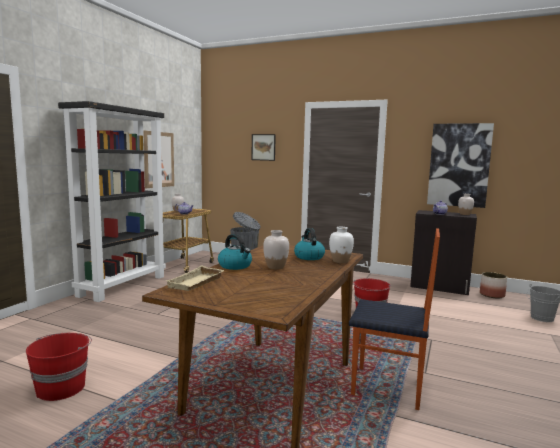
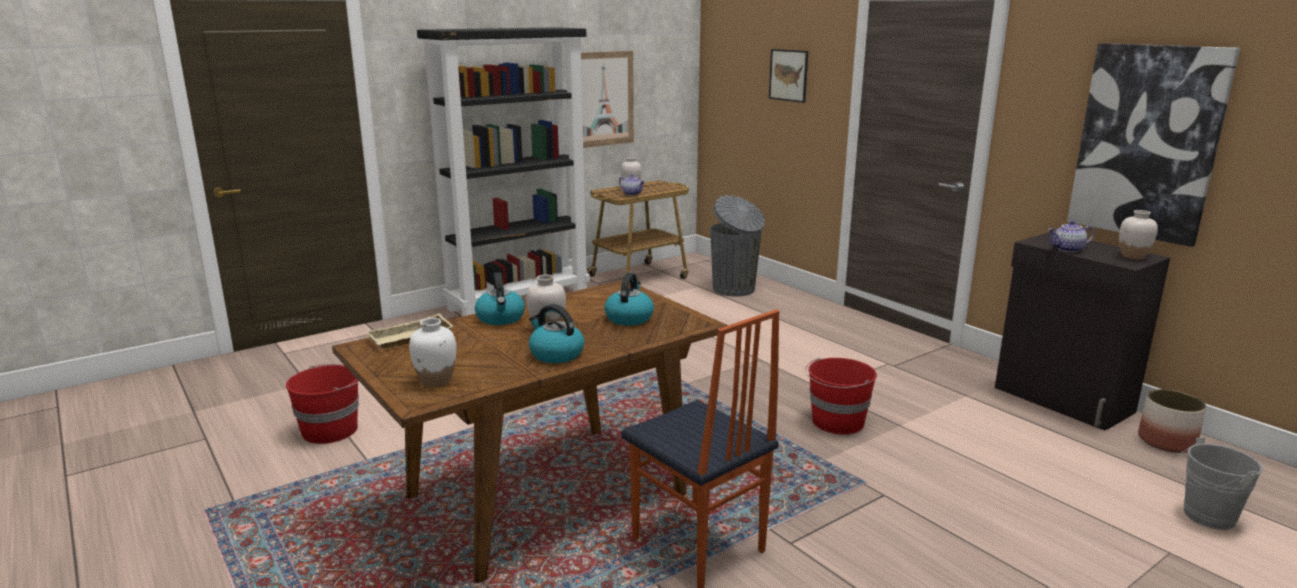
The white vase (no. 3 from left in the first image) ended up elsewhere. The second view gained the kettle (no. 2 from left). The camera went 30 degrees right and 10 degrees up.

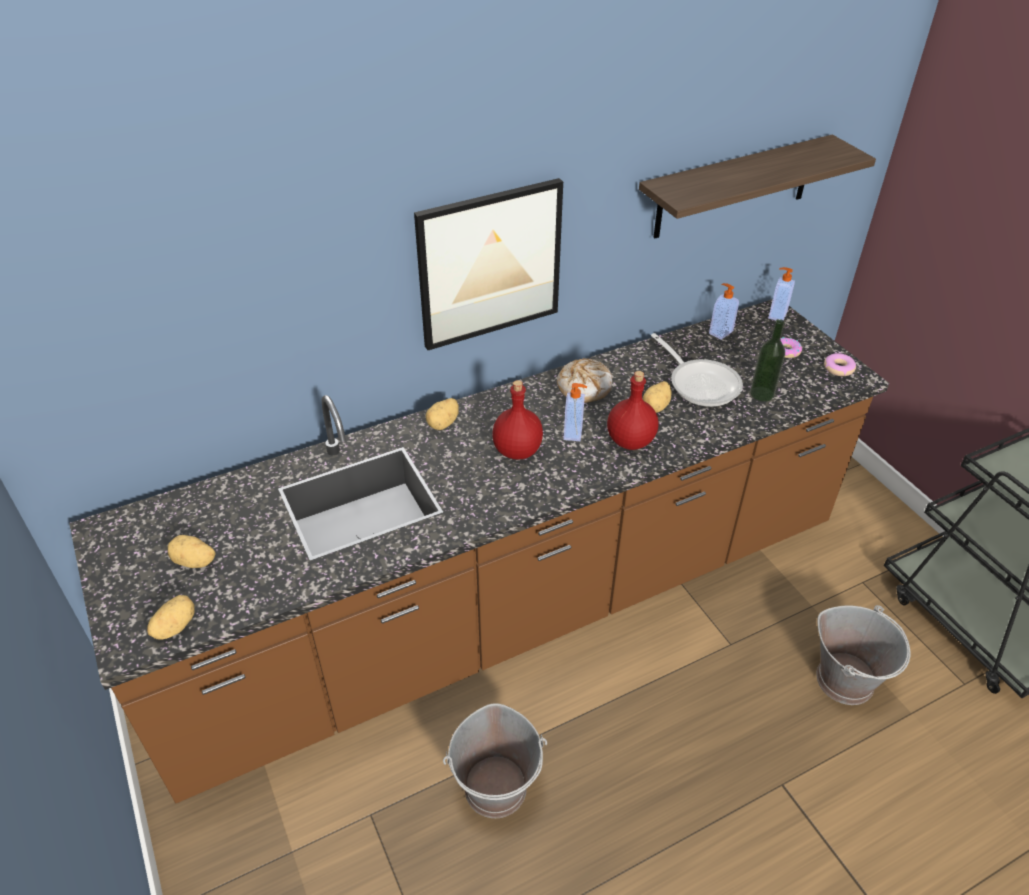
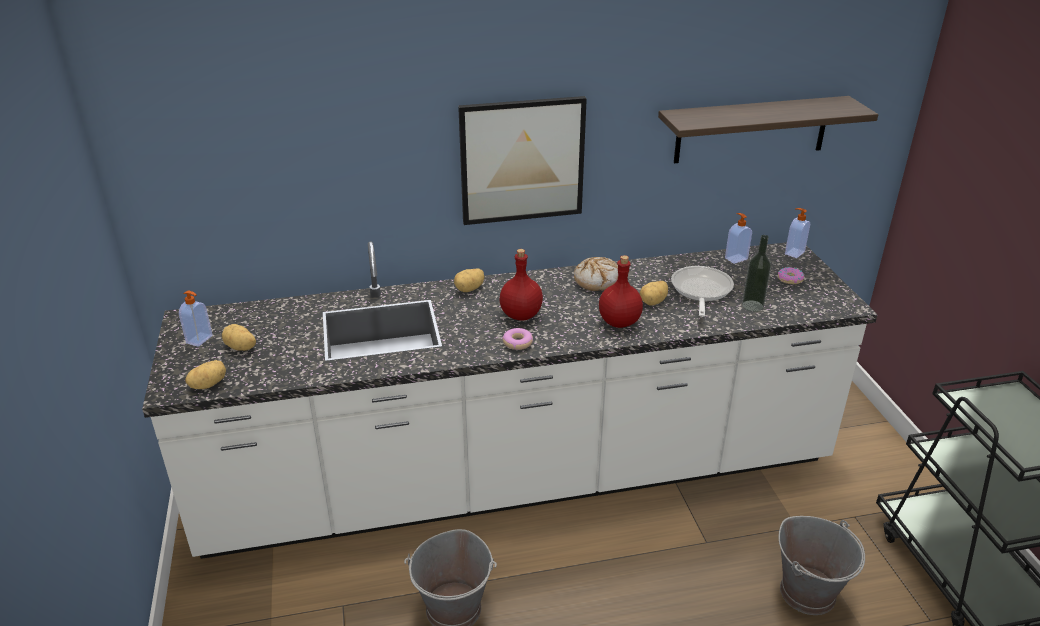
What was the brown counter turned into the white counter. The soap dispenser (no. 1 from left) ended up elsewhere. The donut (no. 2 from left in the first image) ended up elsewhere. The frying pan ended up facing another way, 150 degrees counterclockwise from before. The camera went 15 degrees right and 10 degrees down.

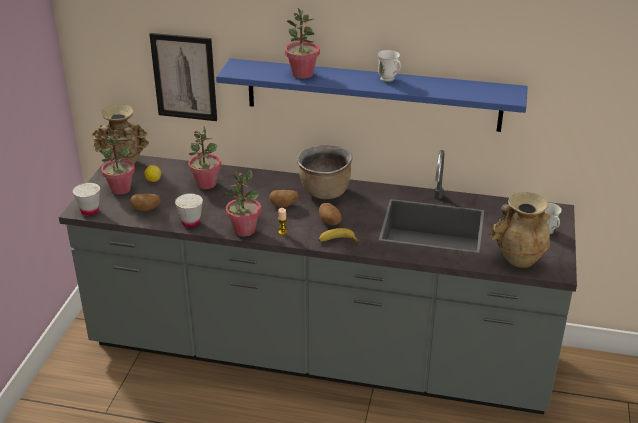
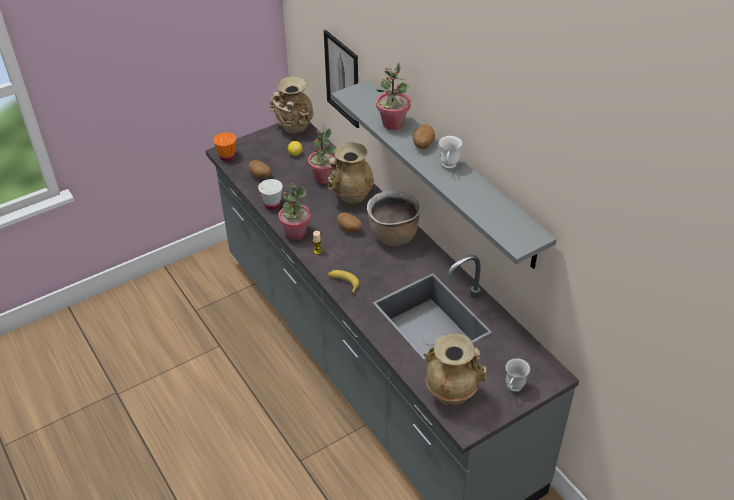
What was the white cup (no. 1 from left) turned into the orange cup. The second view gained the beige vase (no. 2 from left). What was the blue shelf turned into the grey shelf. The potato (no. 3 from left) ended up elsewhere. The second view lost the potted plant (no. 1 from left). The camera went 45 degrees right and 10 degrees up.

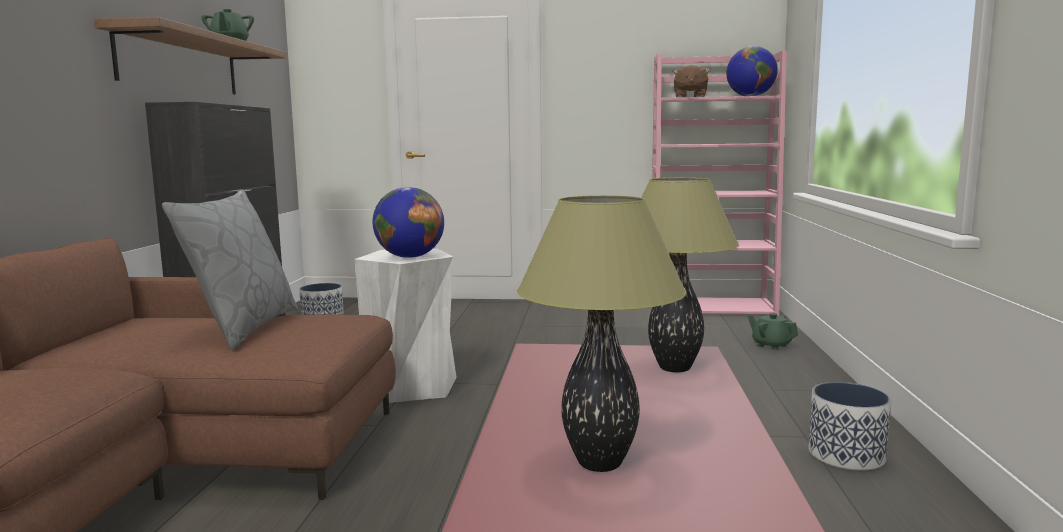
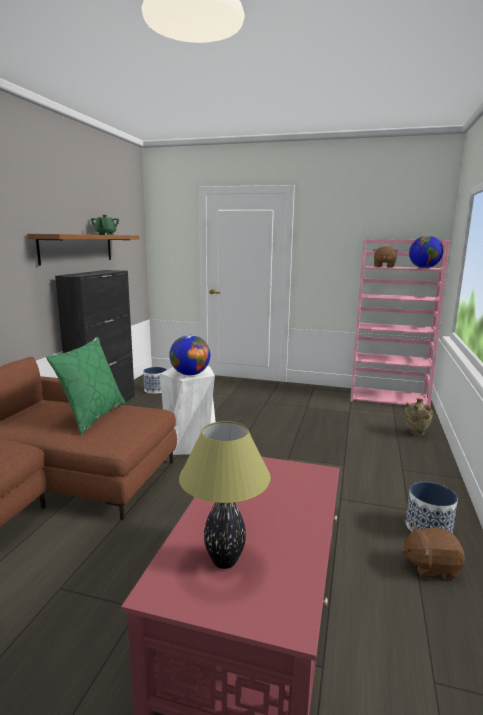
What was the grey pillow turned into the green pillow. The second view gained the brown plush toy (no. 2 from left). Where the green teapot (no. 2 from left) stood, the beige vase came to stand. The second view lost the table lamp (no. 2 from left). The camera went 10 degrees right and 5 degrees up.

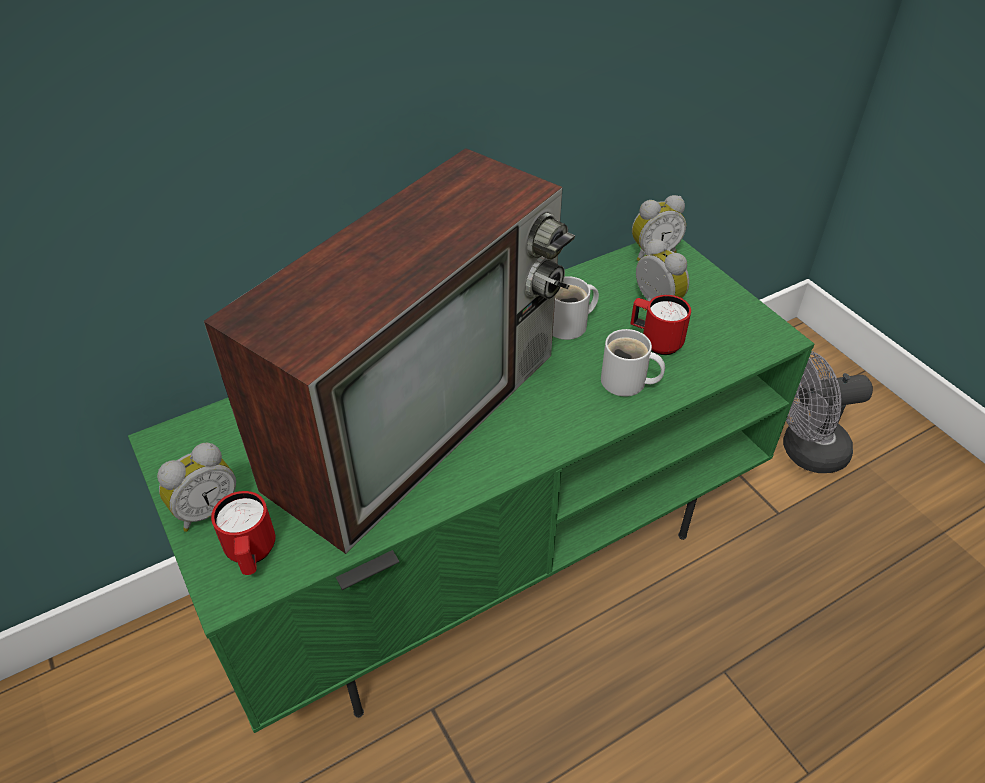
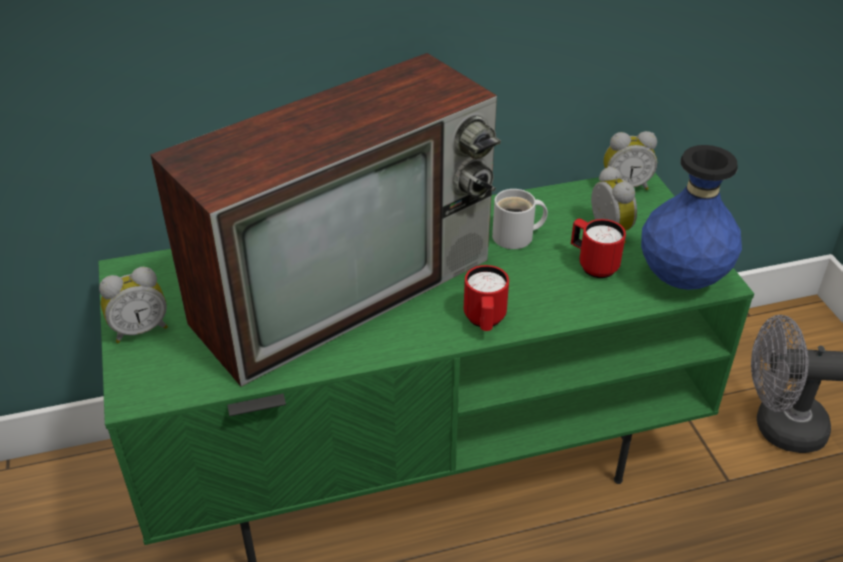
The red mug (no. 1 from left) ended up elsewhere. The second view gained the blue vase. The second view lost the white mug (no. 2 from left). The camera went 15 degrees right and 5 degrees down.

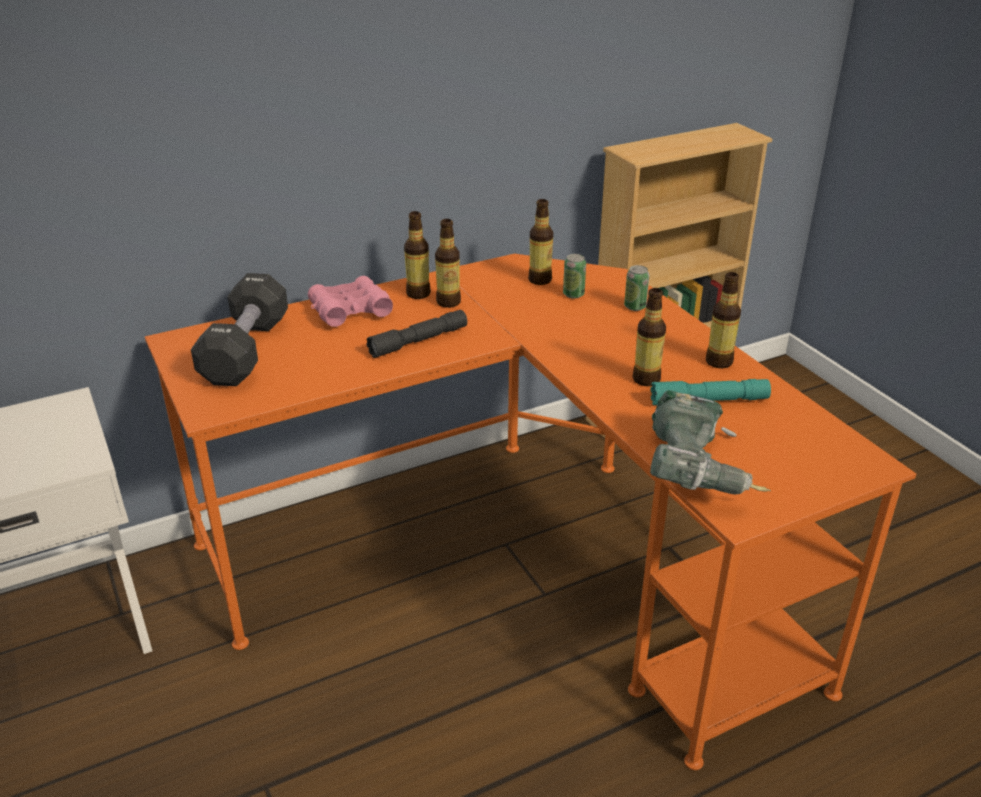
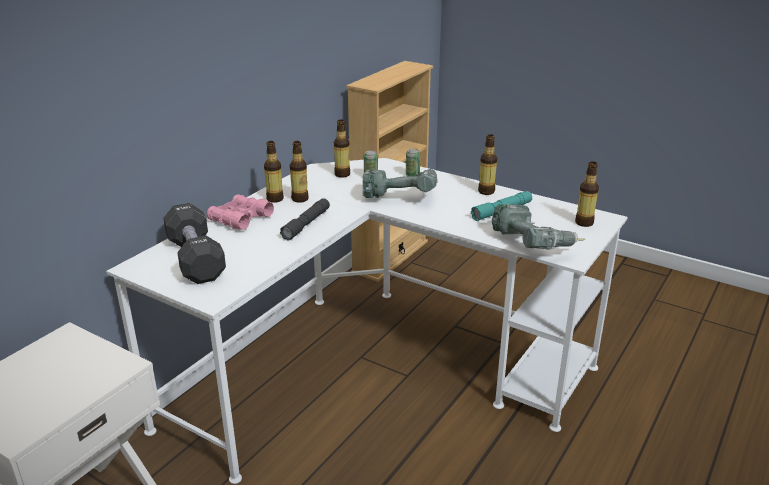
What was the orange desk turned into the white desk. The second view gained the power drill (no. 1 from left). The bottle (no. 4 from left in the first image) ended up elsewhere. The camera went 30 degrees left and 5 degrees down.

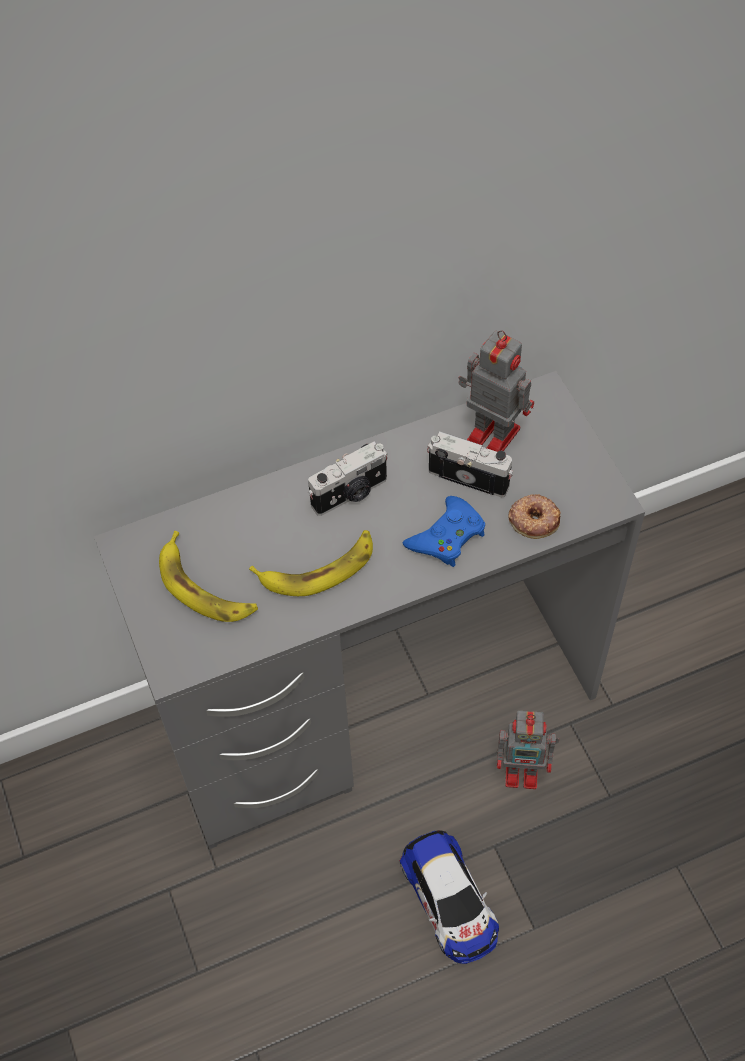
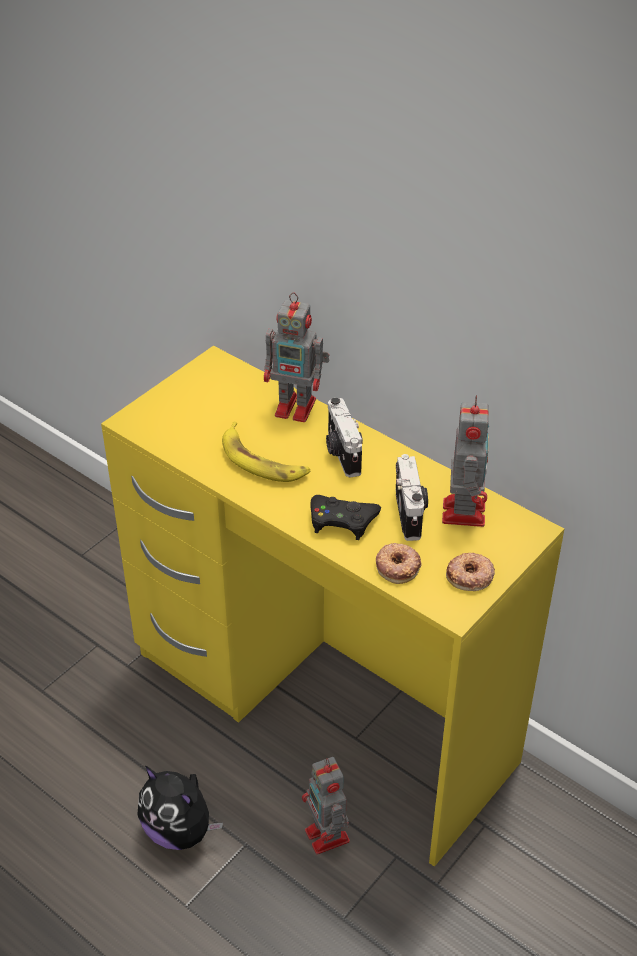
What was the grey desk turned into the yellow desk. Where the toy car stood, the plush toy came to stand. The second view gained the toy robot (no. 1 from left). What was the blue game controller turned into the black game controller. The photo camera (no. 1 from left) ended up facing another way, 45 degrees clockwise from before. The second view gained the donut (no. 2 from left). The second view lost the banana (no. 1 from left). The camera went 60 degrees right and 15 degrees down.

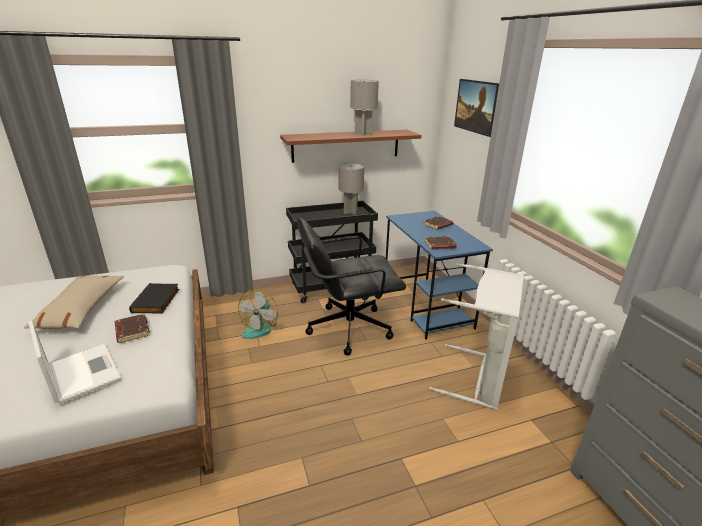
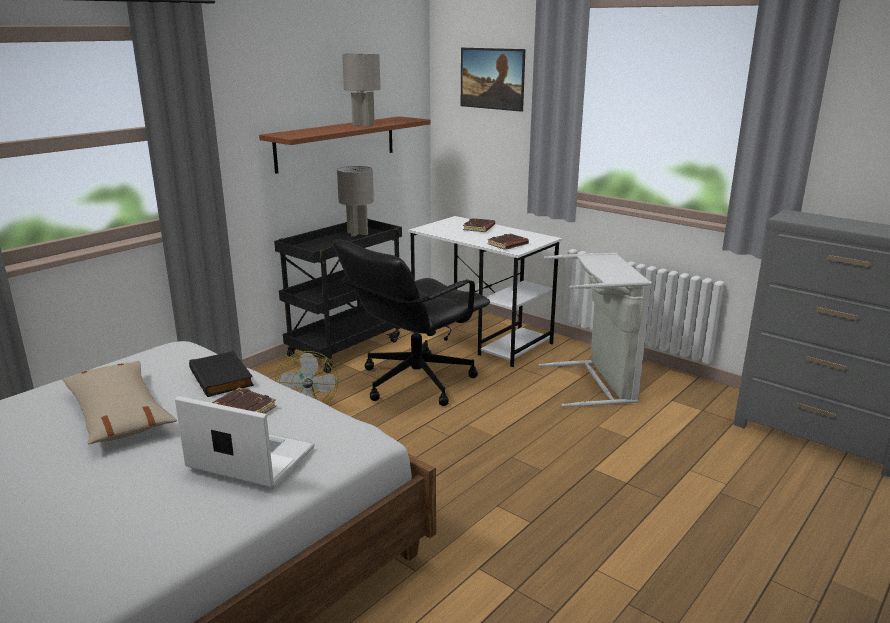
What was the blue desk turned into the white desk. The camera went 30 degrees left and 5 degrees down.

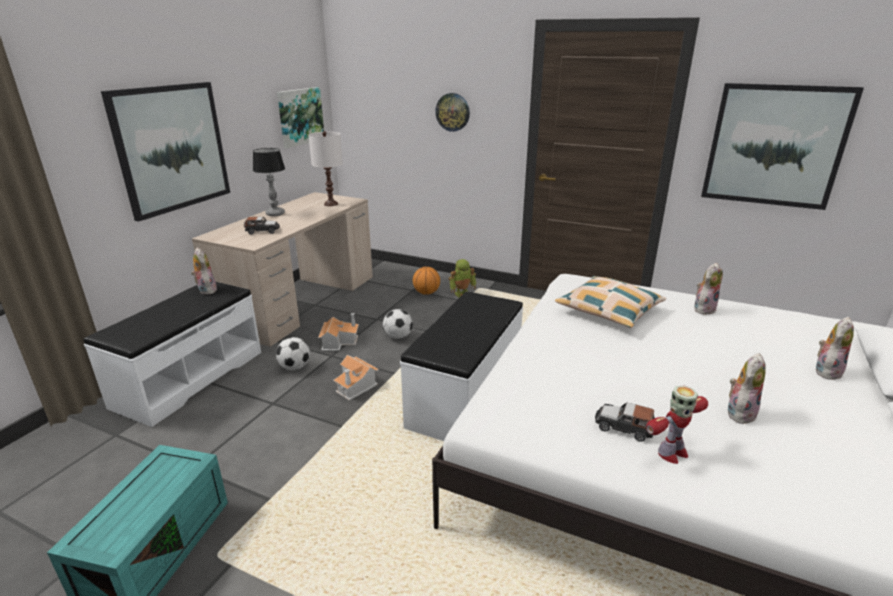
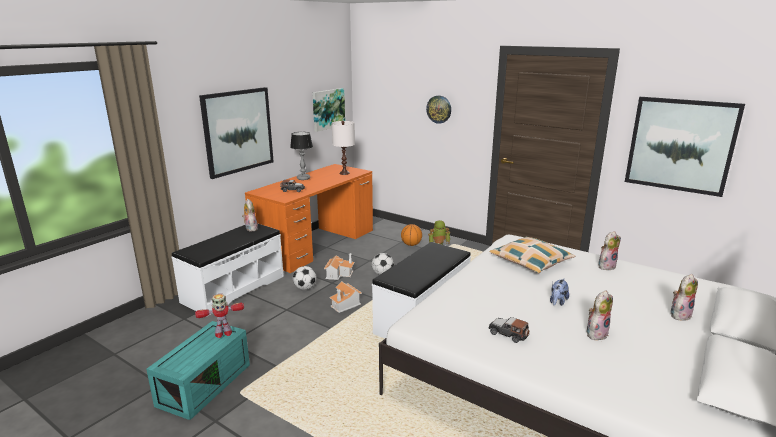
The toy robot (no. 2 from left in the first image) ended up elsewhere. What was the beige desk turned into the orange desk. The second view gained the plush toy (no. 2 from left). The camera went 10 degrees right and 5 degrees down.

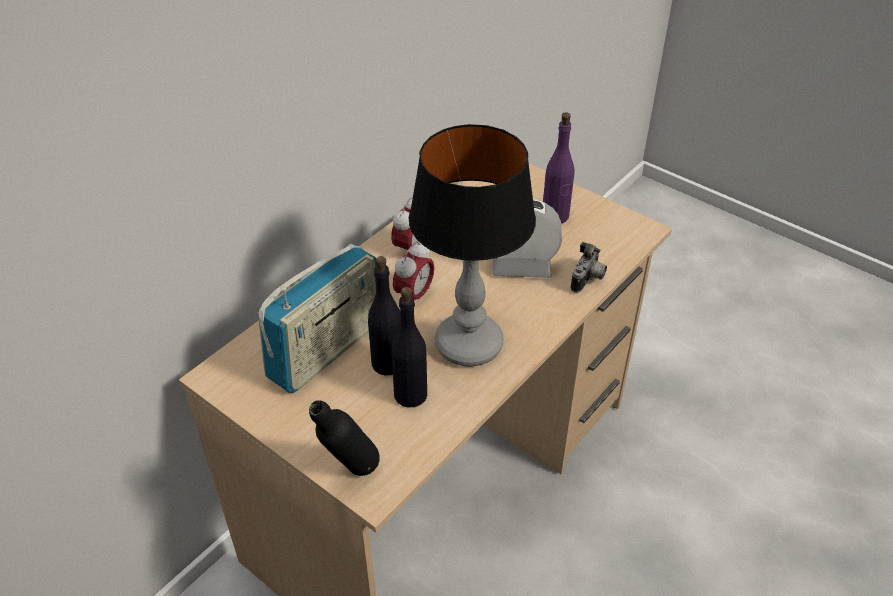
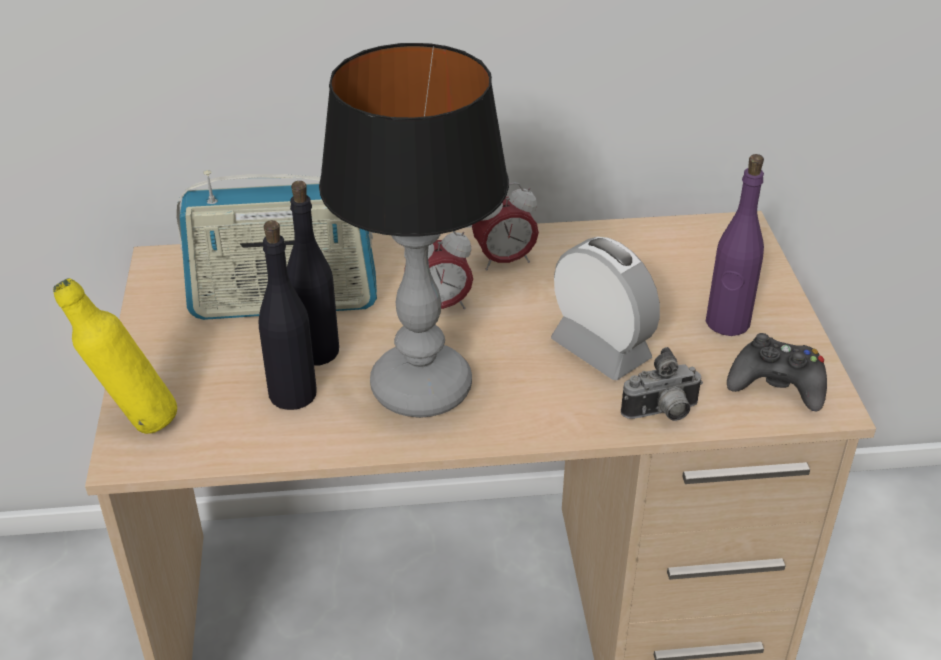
What was the black bottle (no. 1 from left) turned into the yellow bottle. The second view gained the black game controller. The camera went 45 degrees right and 5 degrees down.

